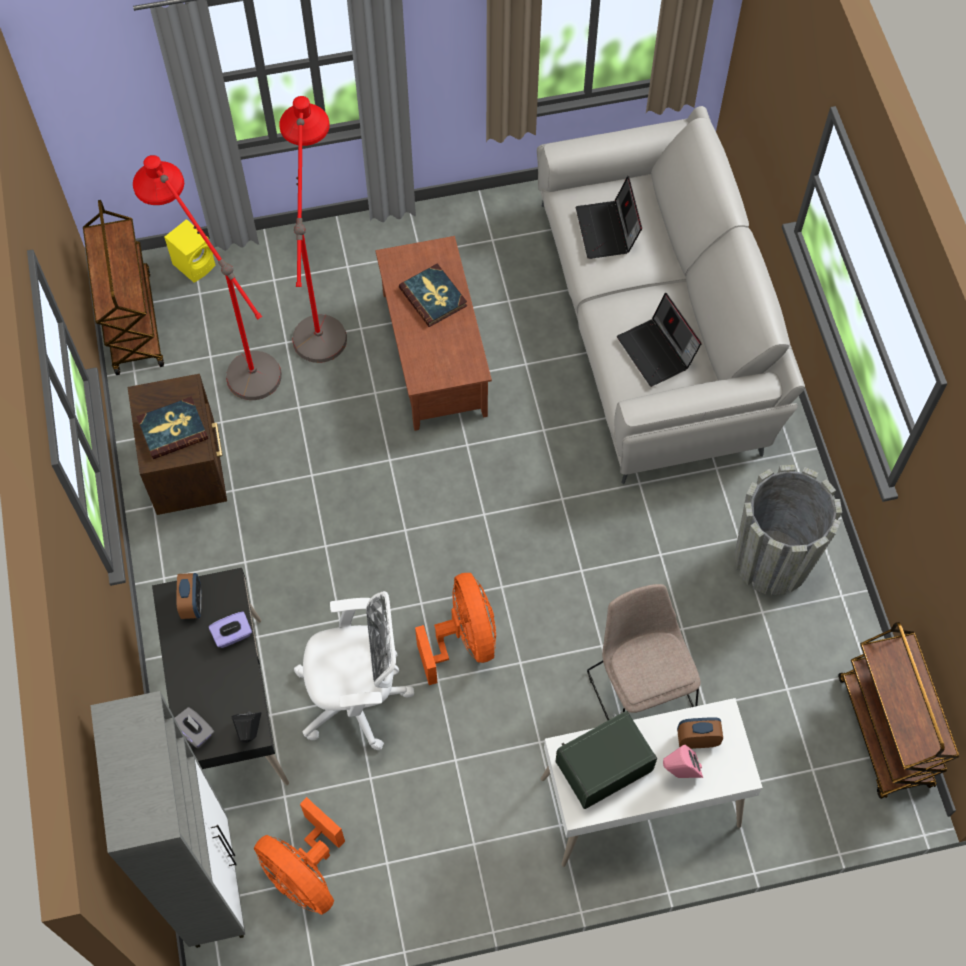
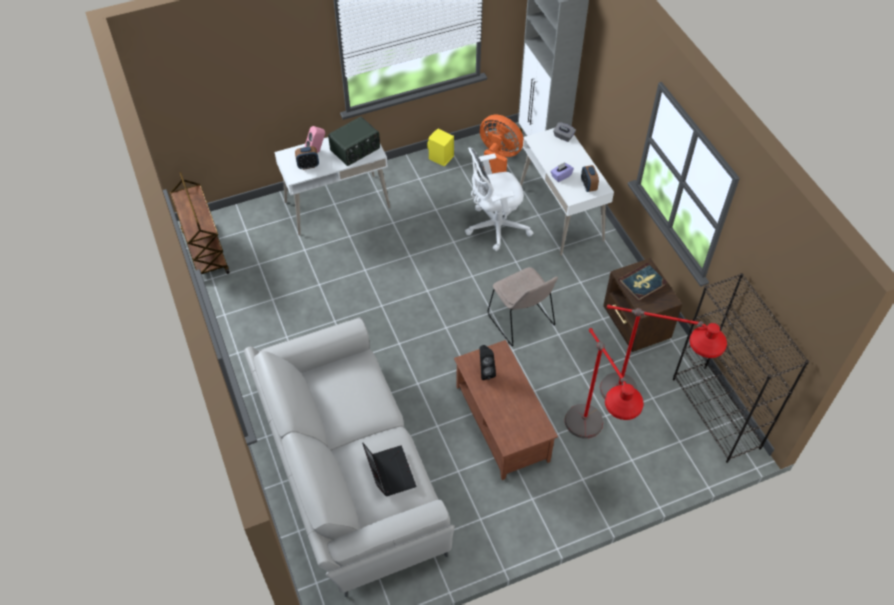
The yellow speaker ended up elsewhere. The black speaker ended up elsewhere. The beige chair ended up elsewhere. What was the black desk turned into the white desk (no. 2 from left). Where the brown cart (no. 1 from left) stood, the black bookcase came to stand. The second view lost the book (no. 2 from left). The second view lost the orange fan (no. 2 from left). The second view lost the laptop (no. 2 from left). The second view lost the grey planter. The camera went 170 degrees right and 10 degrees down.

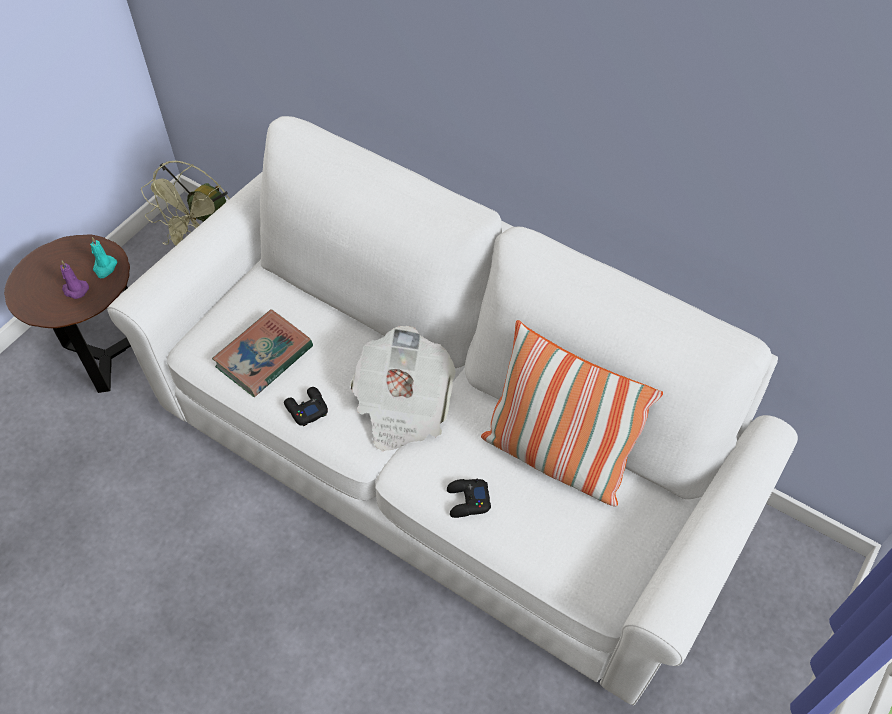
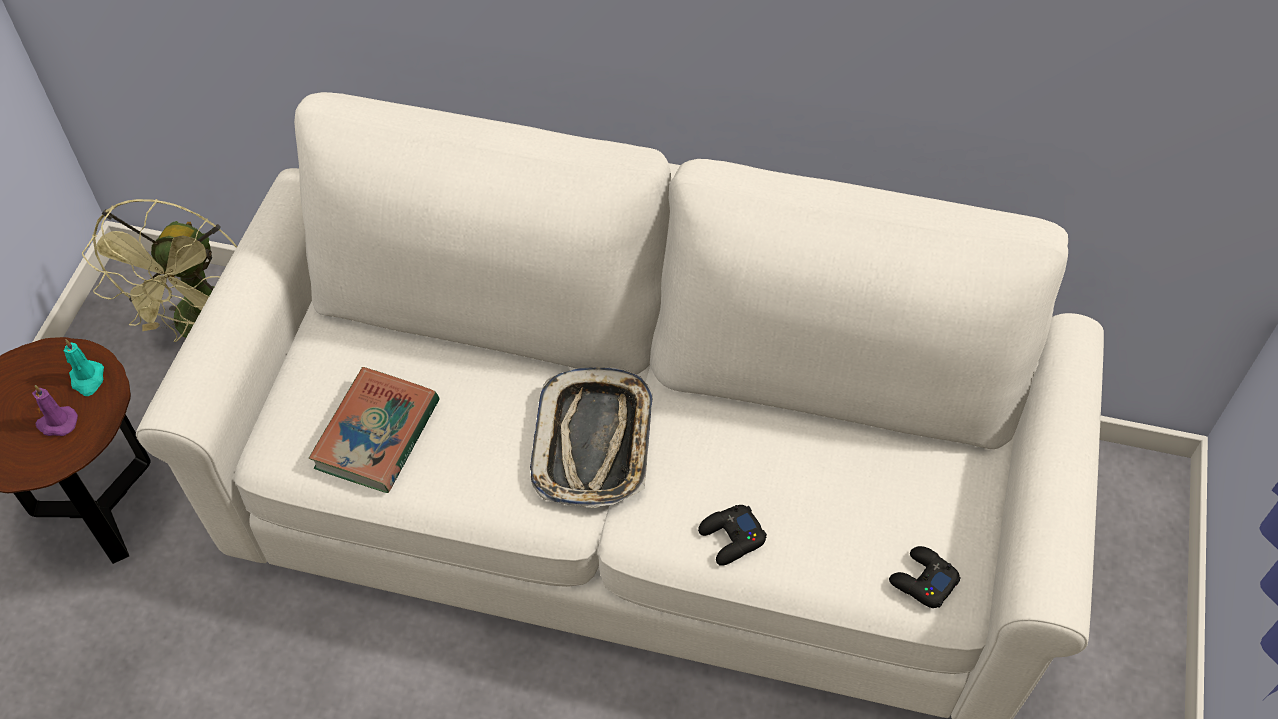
Where the newspaper stood, the tray came to stand. The black game controller (no. 1 from left in the first image) ended up elsewhere. The second view lost the pillow. The camera went 20 degrees left and 0 degrees up.

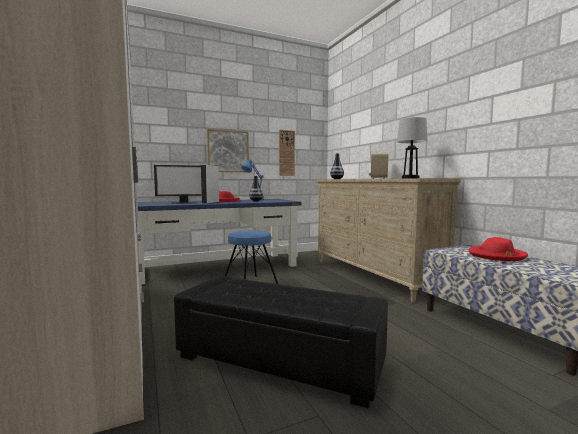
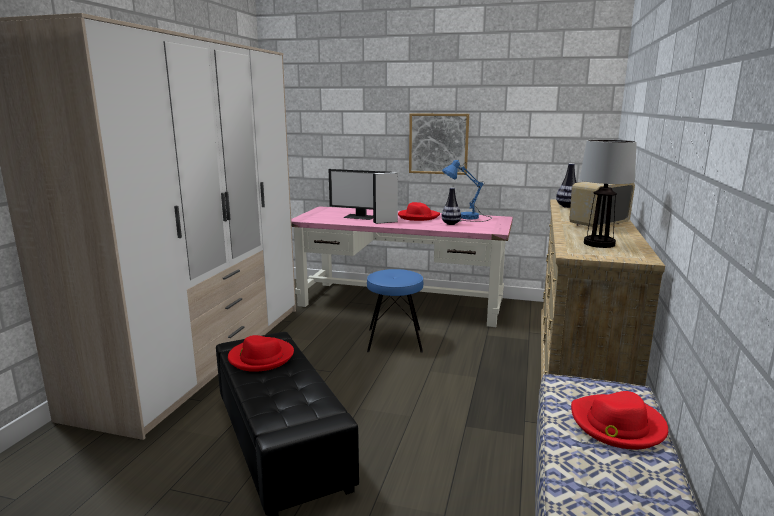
The second view gained the red hat (no. 1 from left). What was the blue desk turned into the pink desk. The second view lost the wall clock. The camera went 40 degrees right and 10 degrees up.

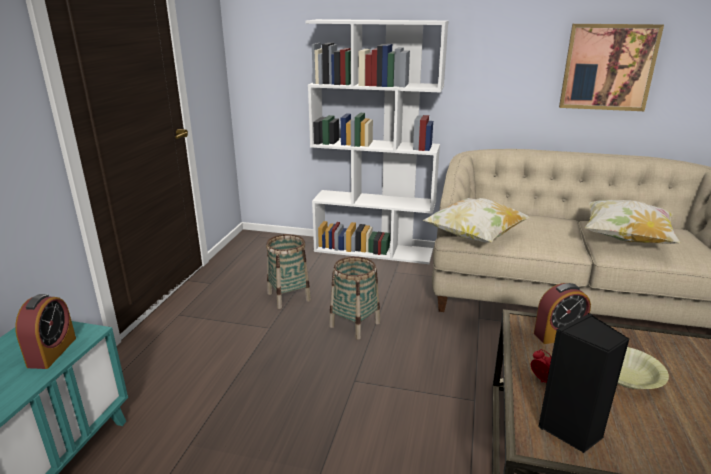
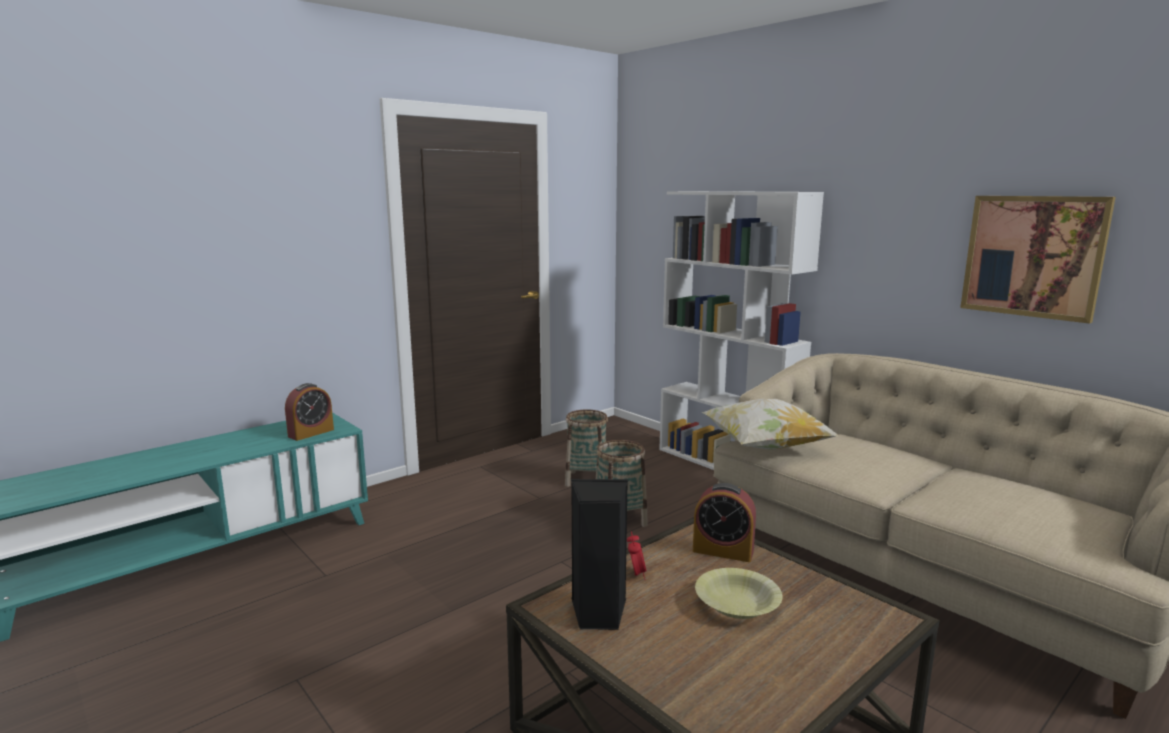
The second view lost the pillow (no. 2 from left). The camera went 35 degrees right and 10 degrees down.

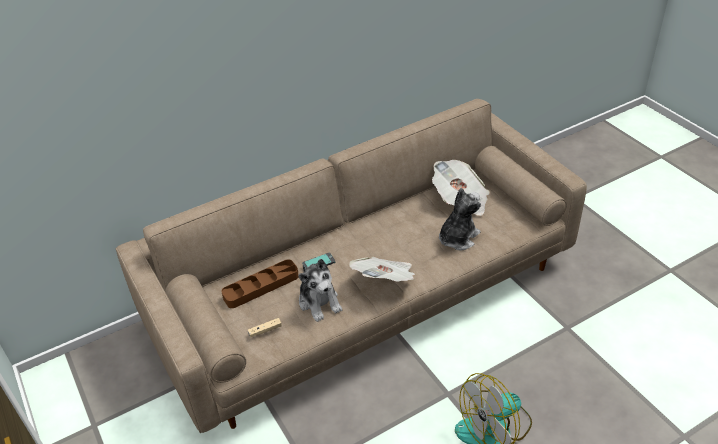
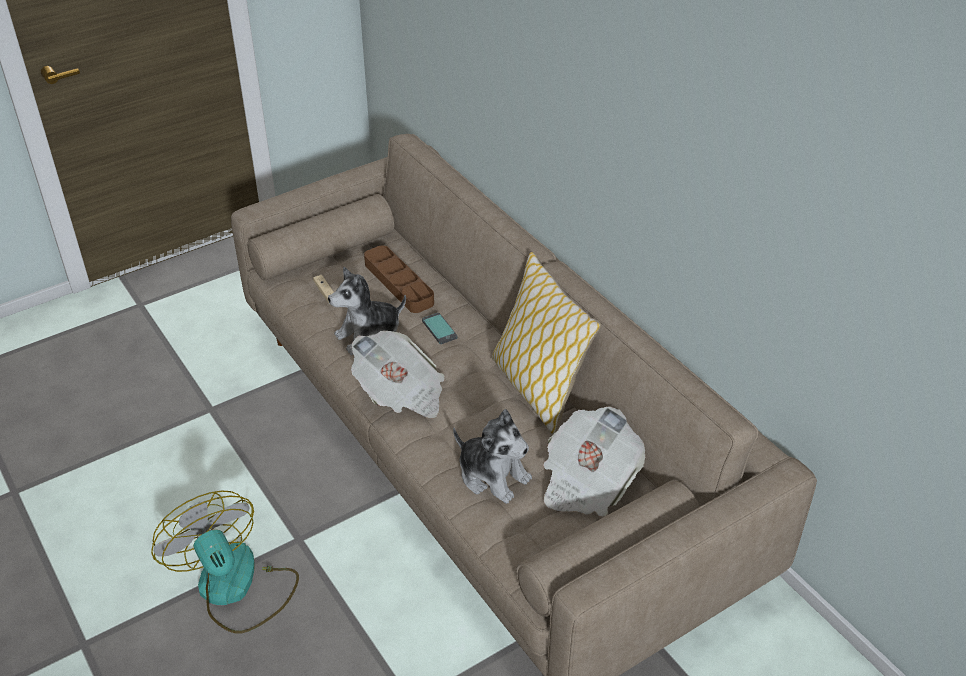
The second view gained the pillow. The camera went 85 degrees right and 0 degrees up.

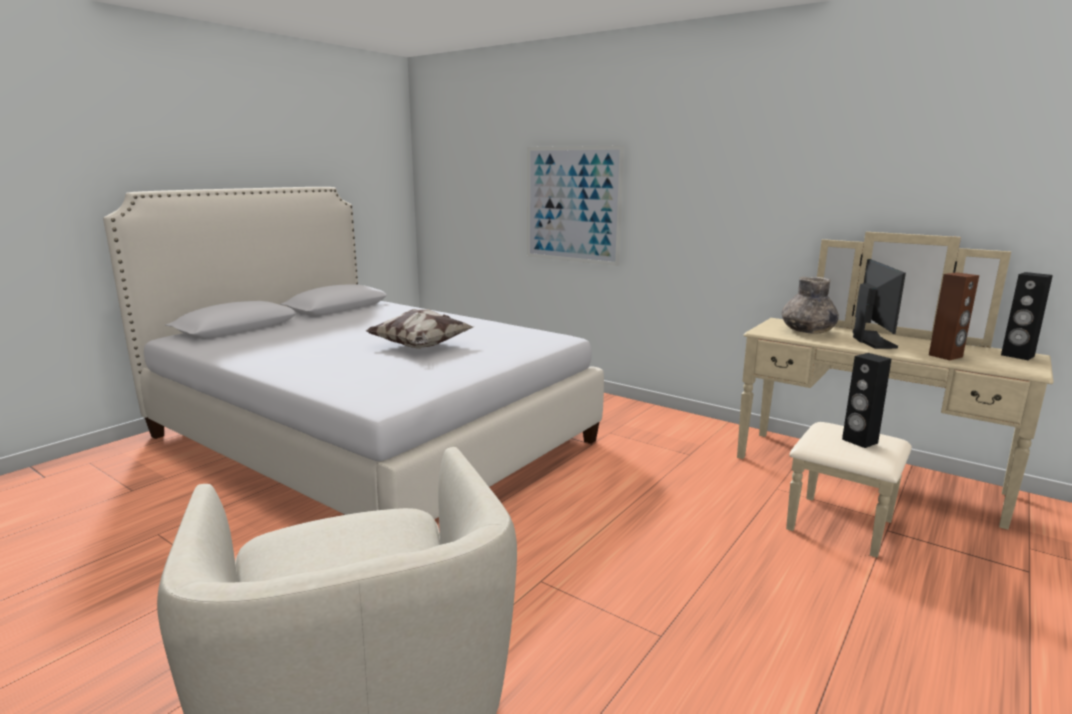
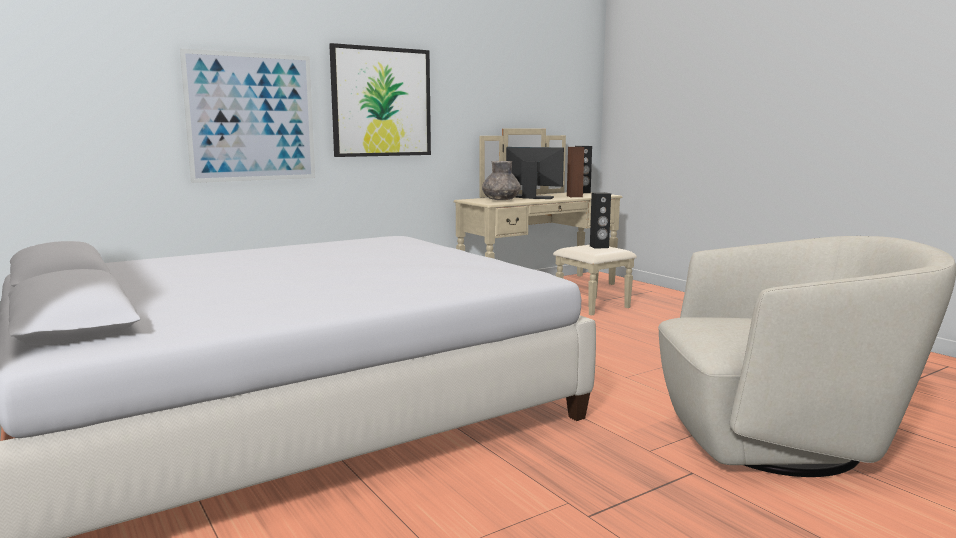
The second view gained the picture (no. 2 from left). The second view lost the pillow. The camera went 70 degrees left and 5 degrees down.

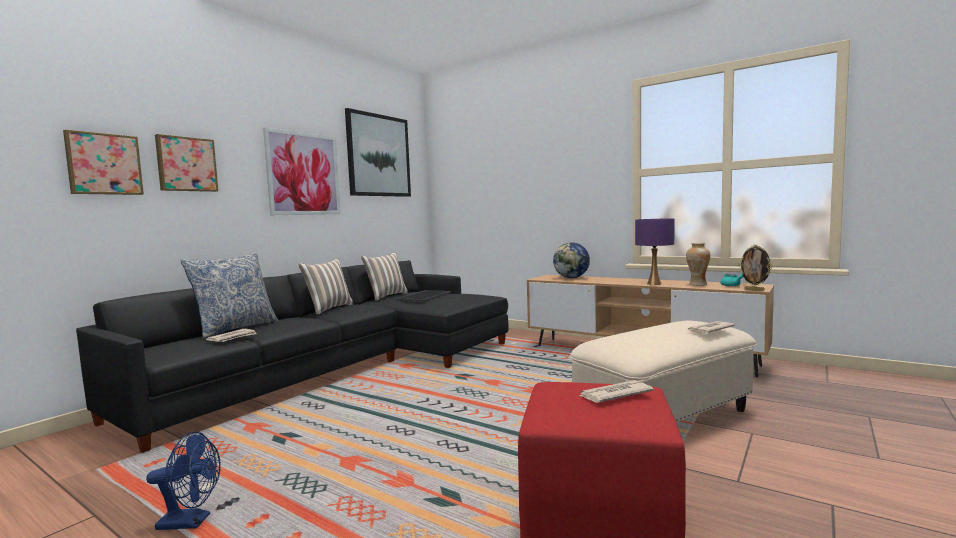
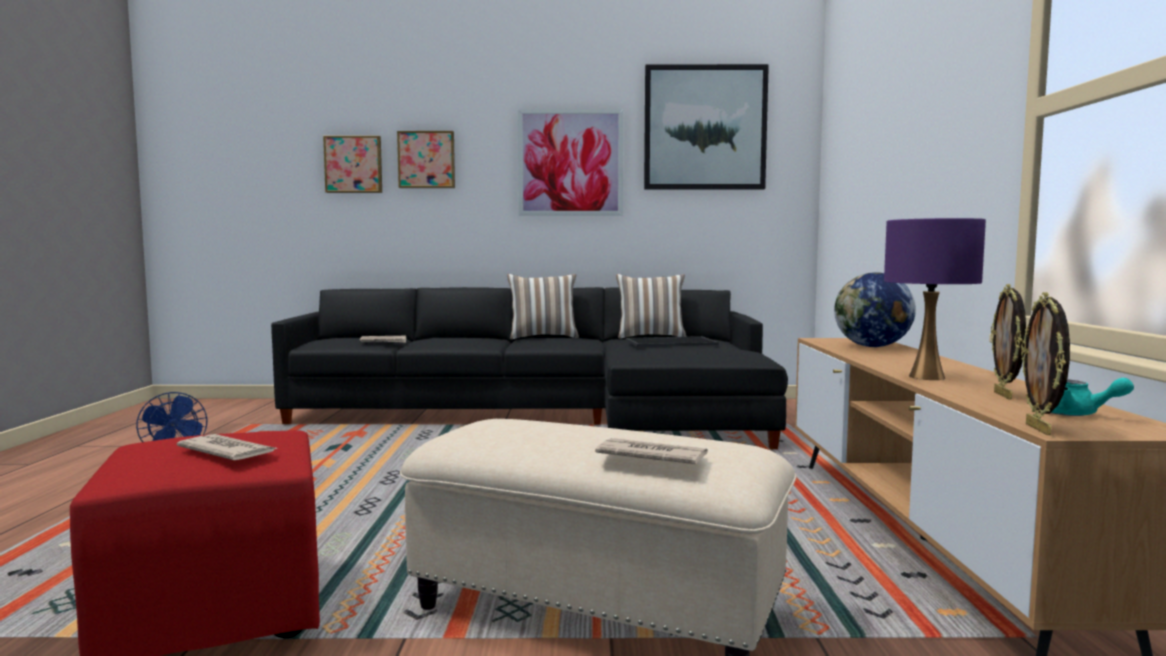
Where the vase stood, the picture frame (no. 1 from left) came to stand. The second view lost the pillow (no. 1 from left). The camera went 55 degrees right and 0 degrees up.

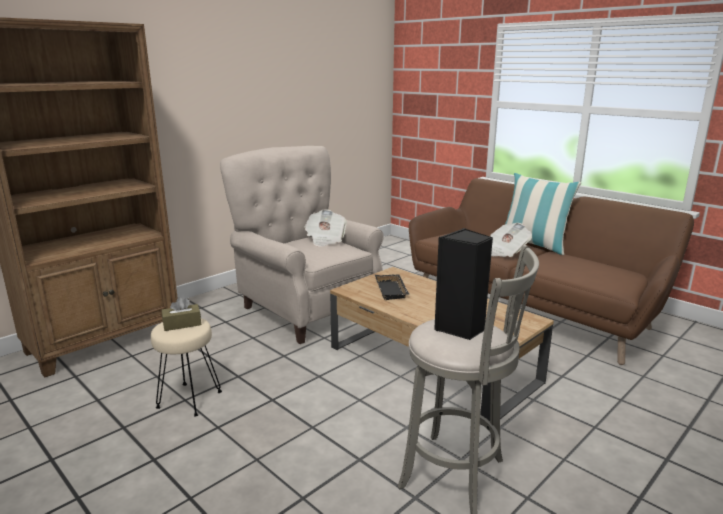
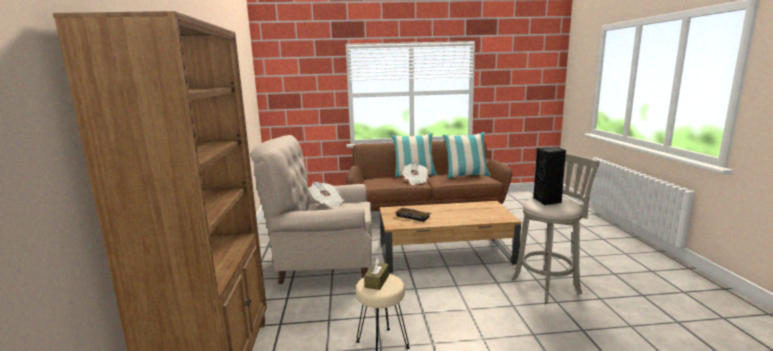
The second view gained the pillow (no. 2 from left). The camera went 50 degrees left and 5 degrees down.

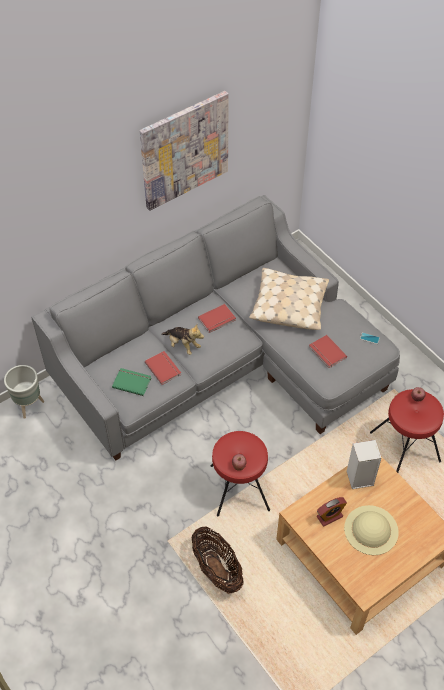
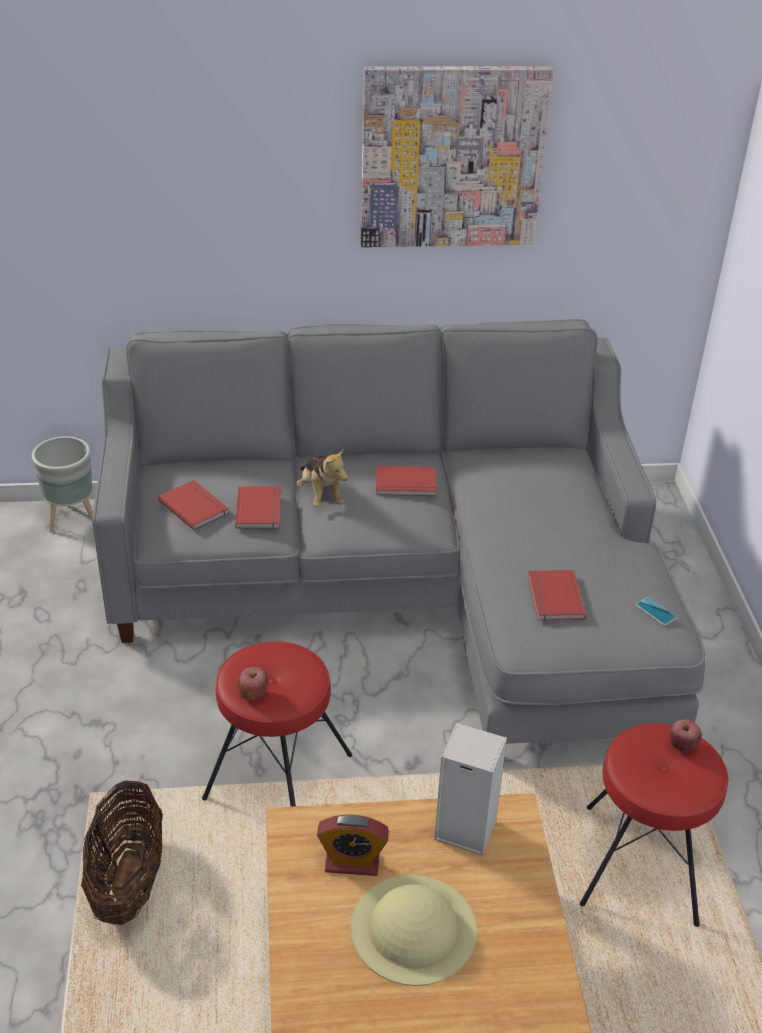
What was the green book turned into the red book (no. 1 from left). The second view lost the beige pillow. The camera went 30 degrees right and 15 degrees down.

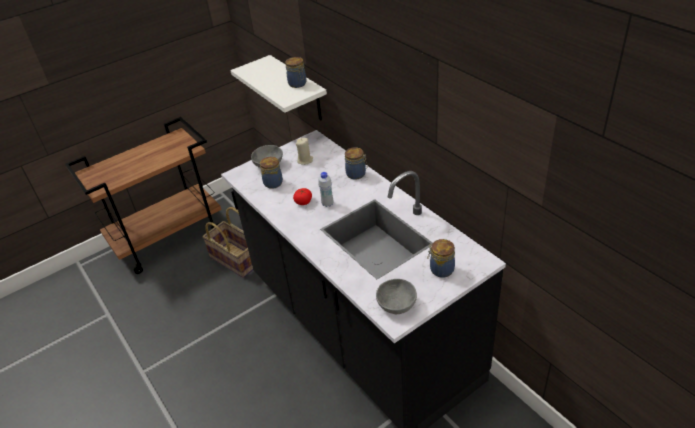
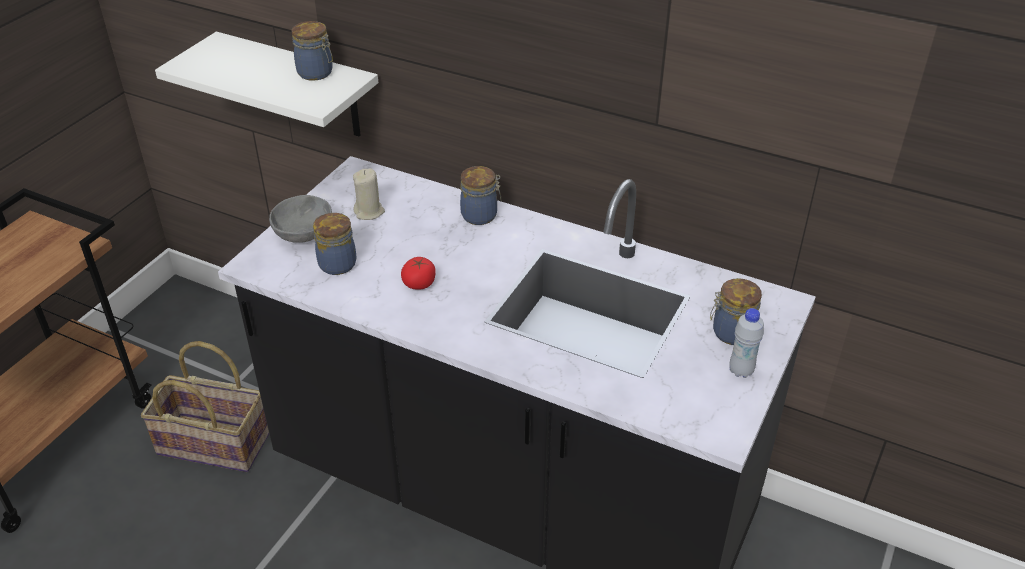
The white bottle ended up elsewhere. The second view lost the grey bowl (no. 2 from left). The camera went 30 degrees left and 0 degrees up.

